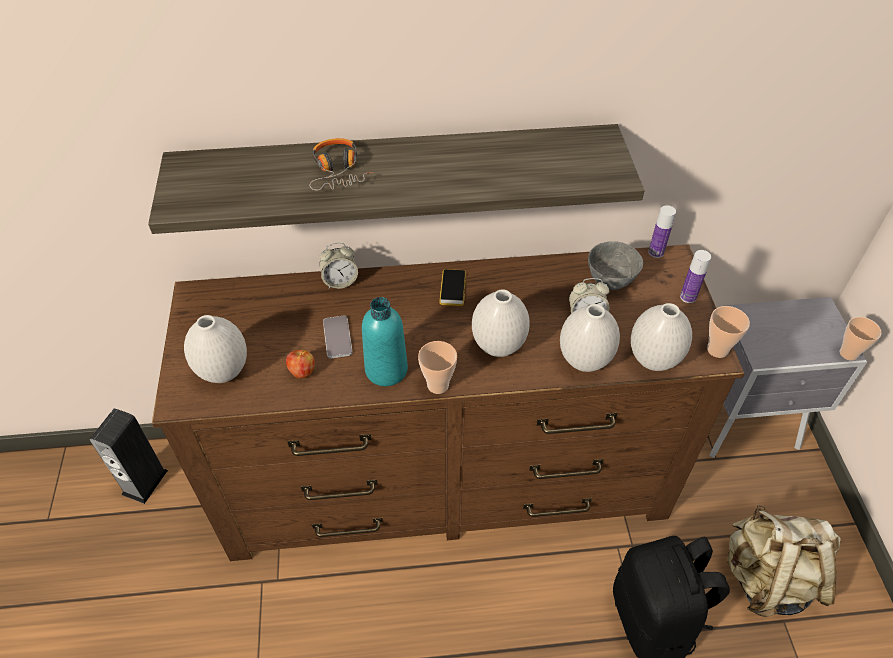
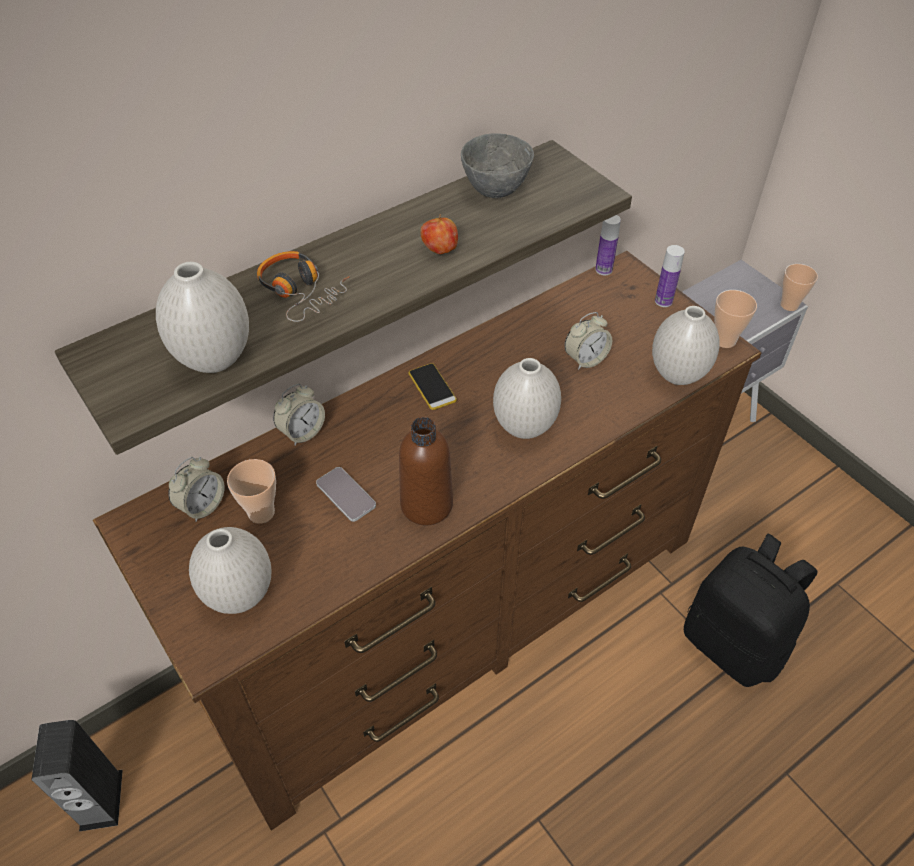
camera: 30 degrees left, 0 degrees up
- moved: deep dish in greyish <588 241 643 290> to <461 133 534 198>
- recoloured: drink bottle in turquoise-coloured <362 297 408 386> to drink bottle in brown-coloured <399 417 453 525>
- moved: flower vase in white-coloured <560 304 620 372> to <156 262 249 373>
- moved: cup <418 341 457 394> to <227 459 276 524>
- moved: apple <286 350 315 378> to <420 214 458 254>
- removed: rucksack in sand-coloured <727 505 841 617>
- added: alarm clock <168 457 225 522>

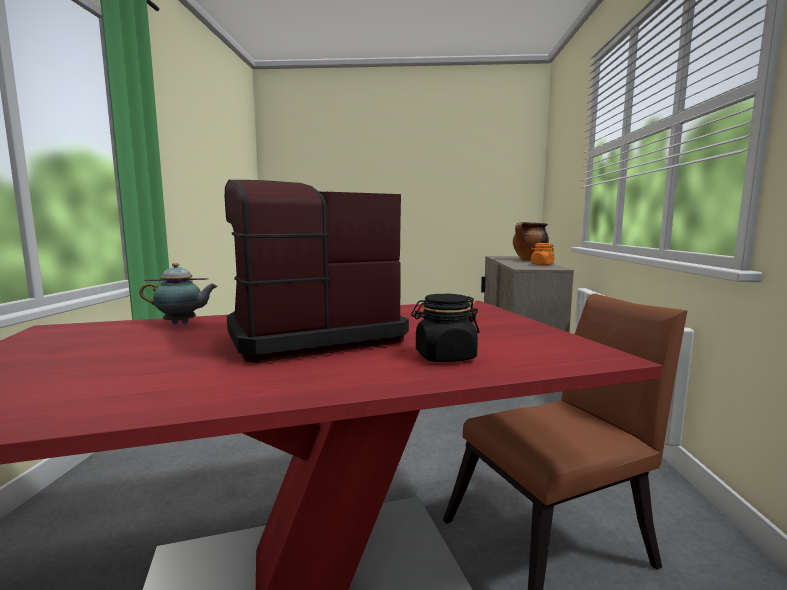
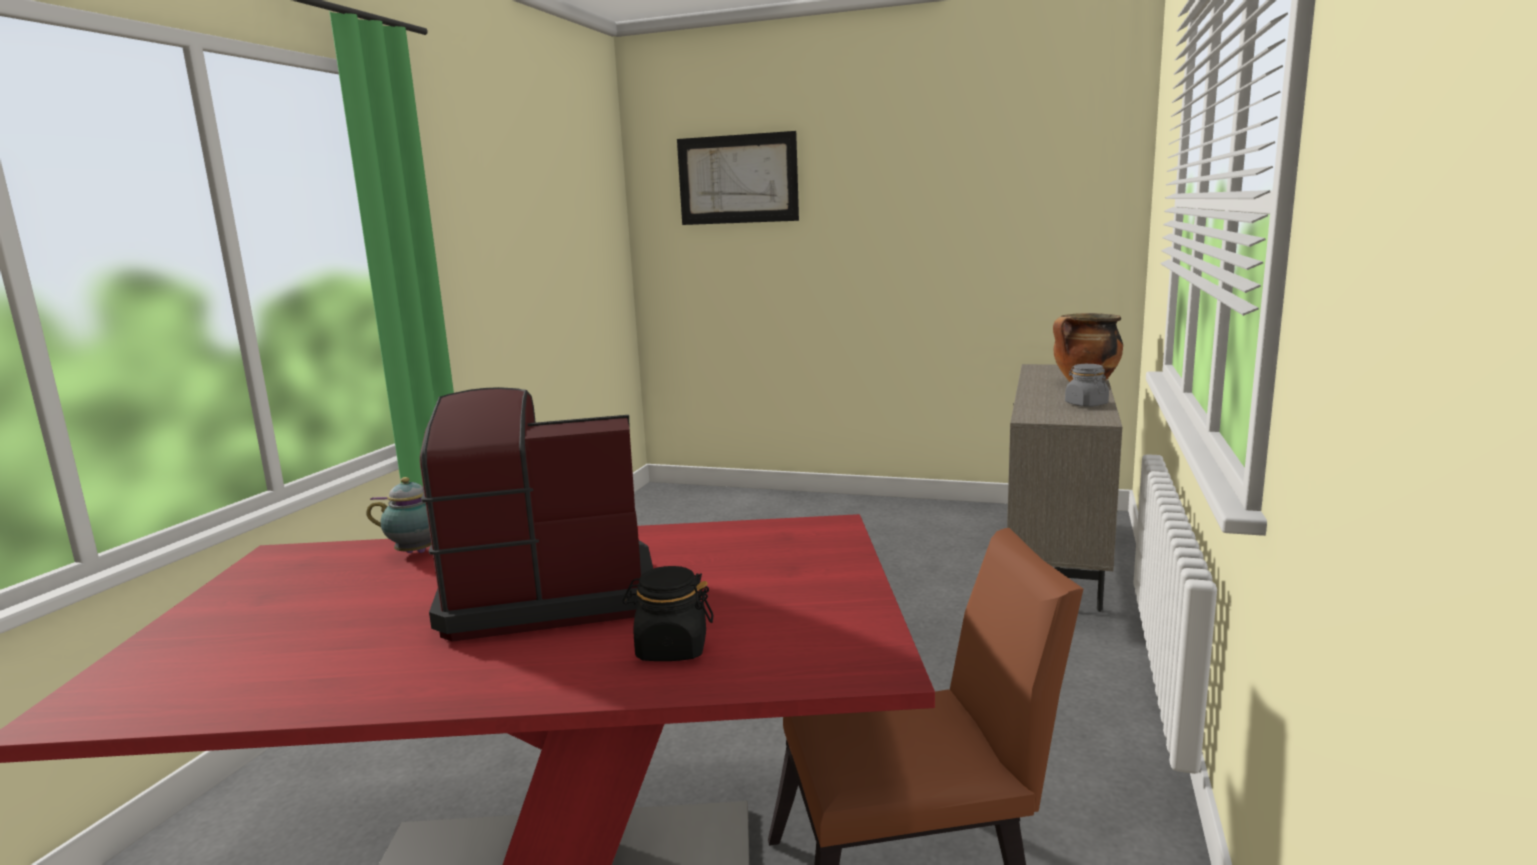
camera: 15 degrees right, 5 degrees up
- recoloured: jar in orange-coloured <531 243 554 265> to jar in greyish <1065 364 1109 407>
- added: wall picture <677 131 799 225>

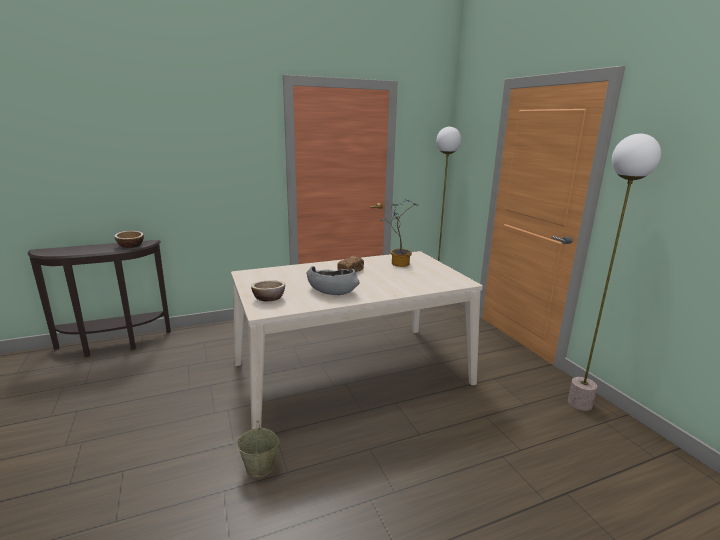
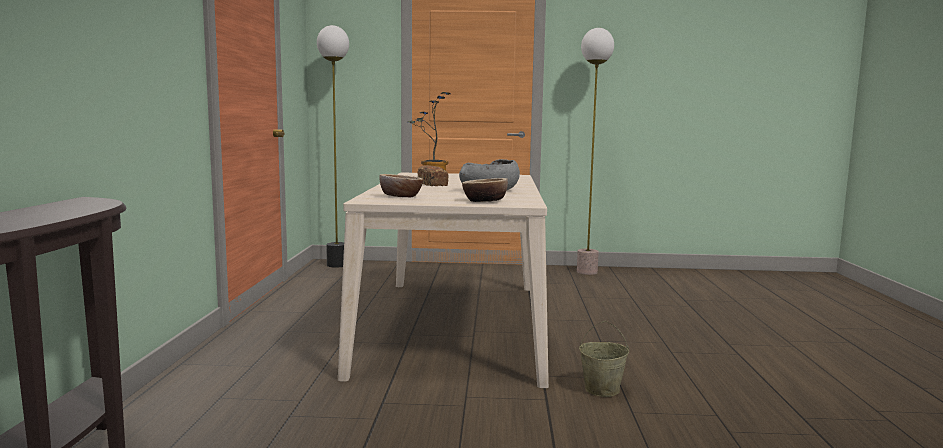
camera: 65 degrees left, 10 degrees down
- moved: deep dish <114 231 144 248> to <379 174 423 197>

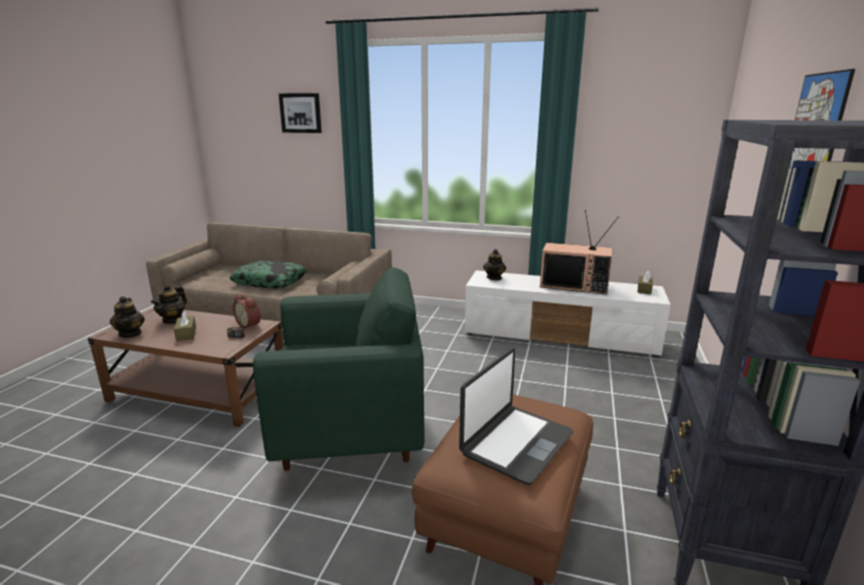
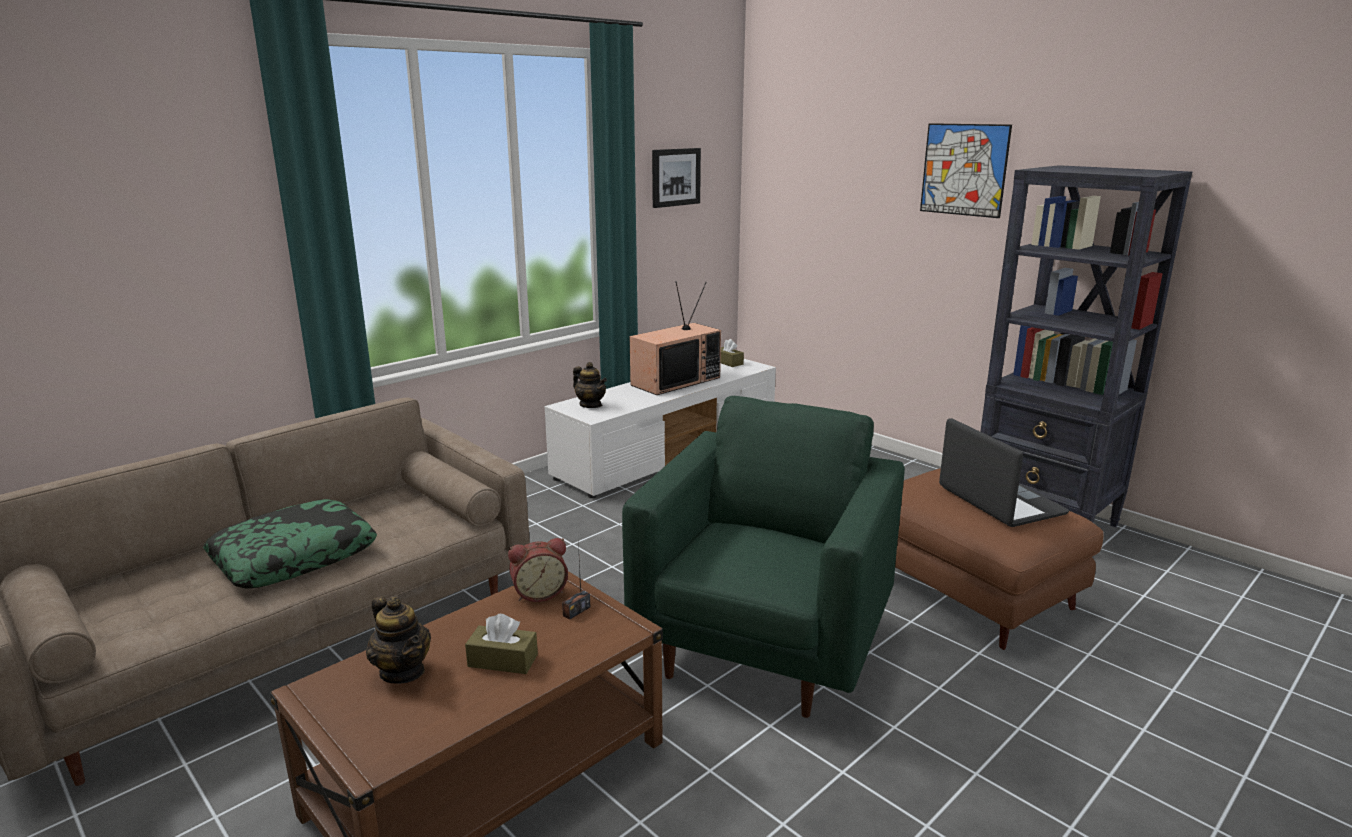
camera: 60 degrees left, 0 degrees up
- moved: wall picture <279 93 322 133> to <652 148 701 208>
- removed: teapot <110 296 145 338>

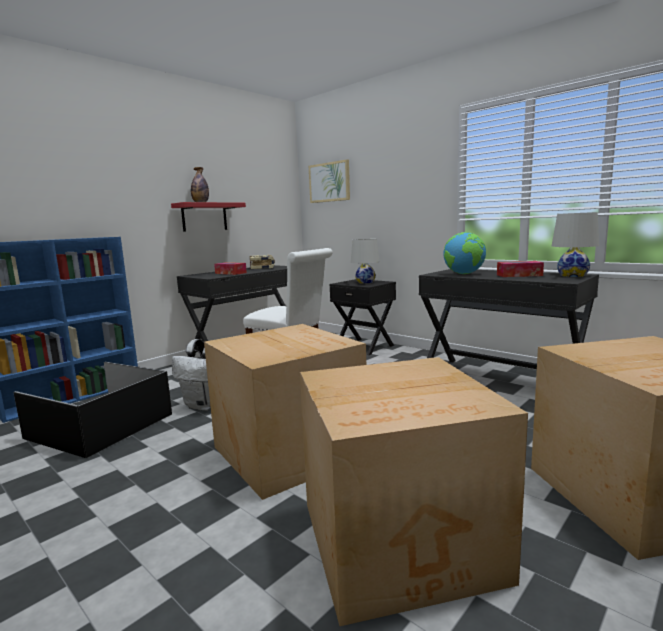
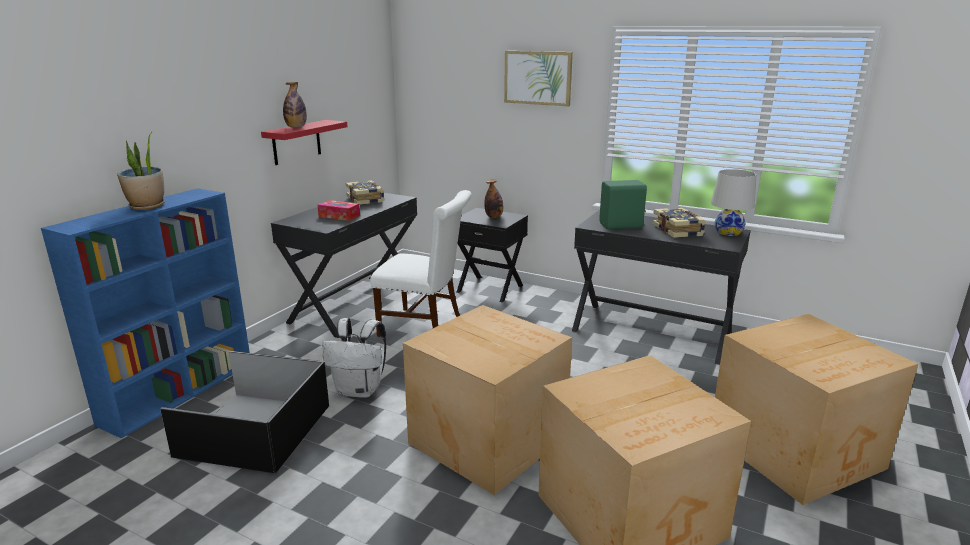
camera: 15 degrees left, 10 degrees up
- moved: wall picture <309 159 350 203> to <504 51 573 106>
- replaced: globe <443 232 486 274> to audio speaker in green <599 180 647 229>
- replaced: table lamp in white-coloured <351 239 380 284> to drink bottle <484 179 503 218>
- replaced: tissue holder <497 261 544 277> to volume <652 207 706 238>
- added: houseplant <117 131 165 210>

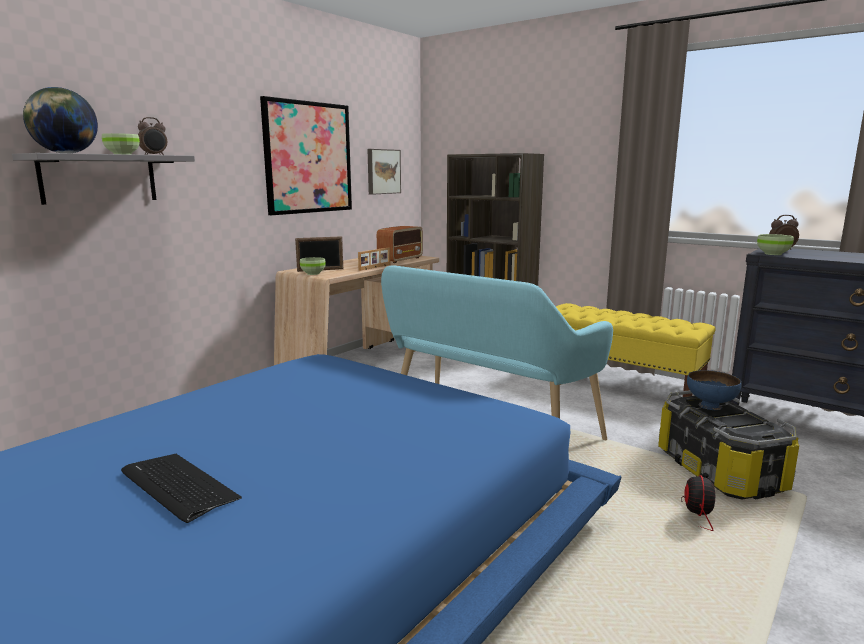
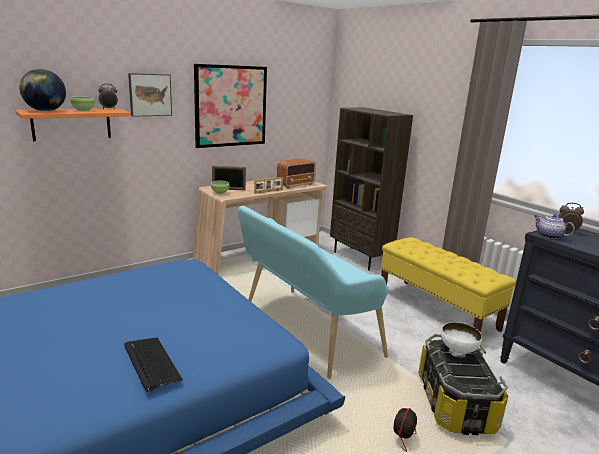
camera: 15 degrees right, 5 degrees up
- moved: wall picture <367 149 401 195> to <128 73 172 117>
- recoloured: shelf in greyish <12 153 195 205> to shelf in orange-coloured <15 108 131 141>
- replaced: deep dish in green <757 234 794 255> to teapot <534 214 575 239>
- recoloured: deep dish in bluish <687 370 741 410> to deep dish in white-coloured <441 322 482 357>
- moved: keyboard <121 454 242 523> to <124 338 183 392>

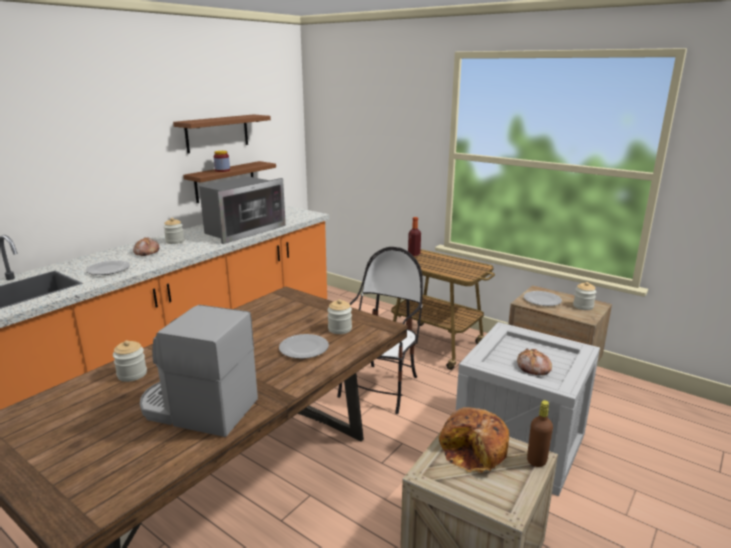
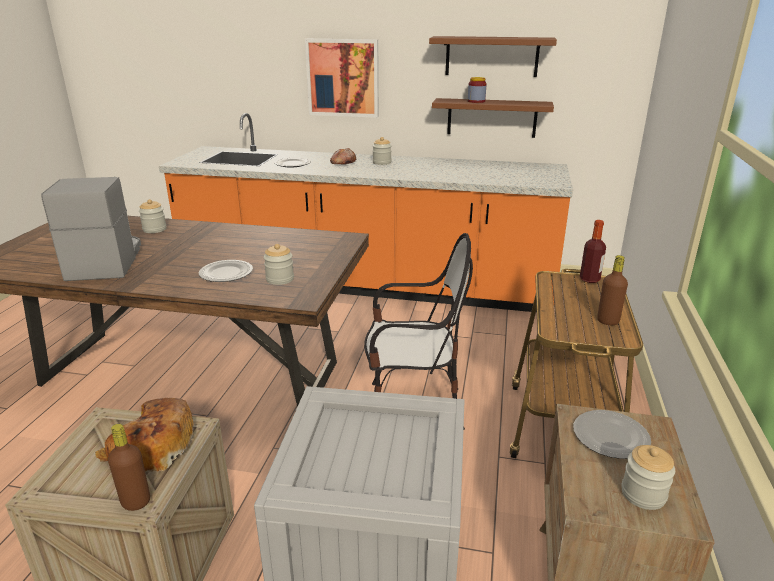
camera: 65 degrees right, 5 degrees up
- removed: microwave <199 176 286 244>
- removed: bakery bread <517 349 552 376>
- added: wall picture <305 39 379 118>
- added: drink bottle in brown-coloured <597 255 628 325>

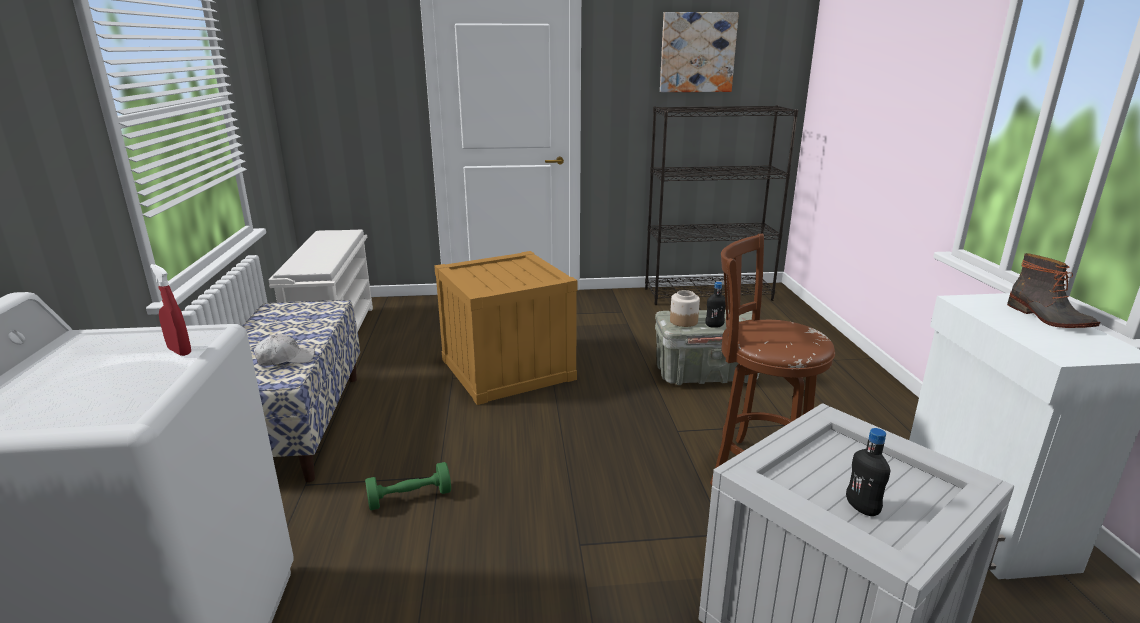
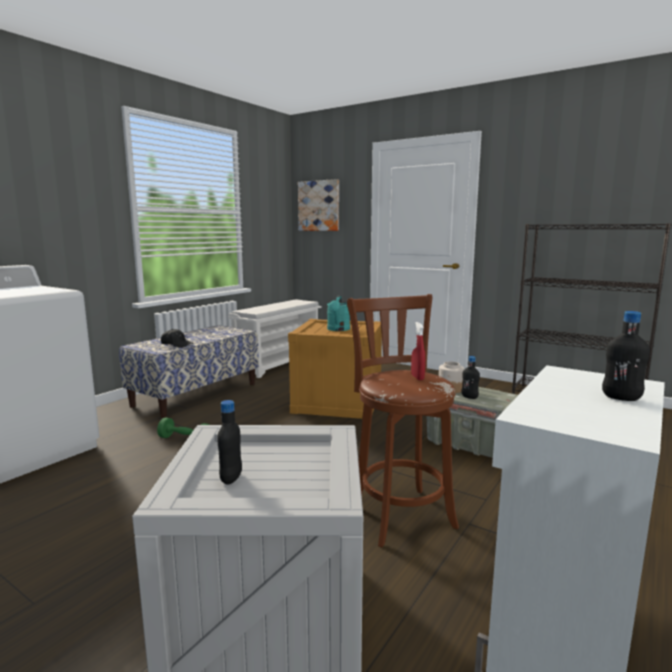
camera: 40 degrees right, 10 degrees down
- moved: wall picture <660 12 739 92> to <298 179 339 231>
- replaced: tall boot <1007 253 1100 328> to drink bottle in black <602 311 650 401>
- moved: spray bottle in red-coloured <150 264 191 356> to <411 322 425 380>
- recoloured: peaked cap in white-coloured <254 334 315 366> to peaked cap in black <161 329 193 348>
- added: sprinkling can in turquoise-coloured <327 295 350 331>

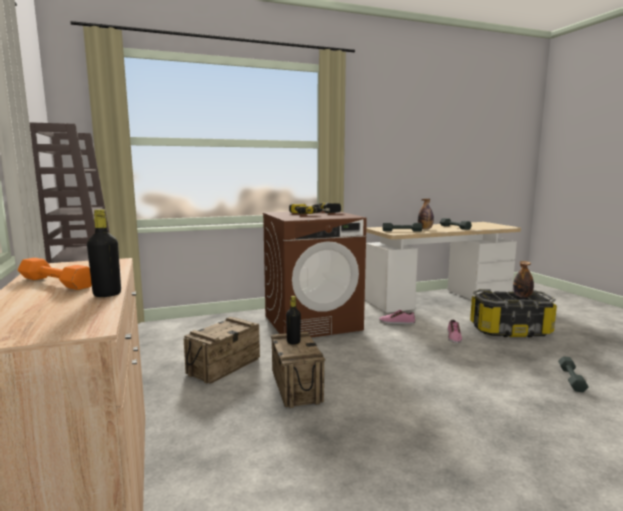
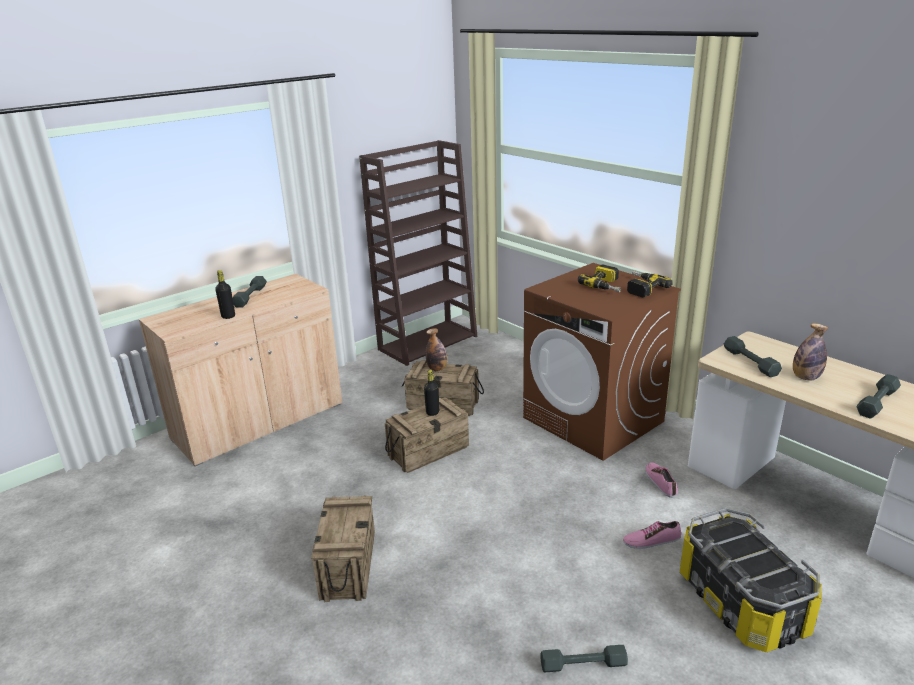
camera: 70 degrees right, 15 degrees up
- recoloured: dumbbell in orange-coloured <18 258 92 290> to dumbbell in greyish <233 276 267 308>
- moved: drink bottle <513 261 534 298> to <425 328 447 371>
- added: shipping crate <311 496 375 602>

